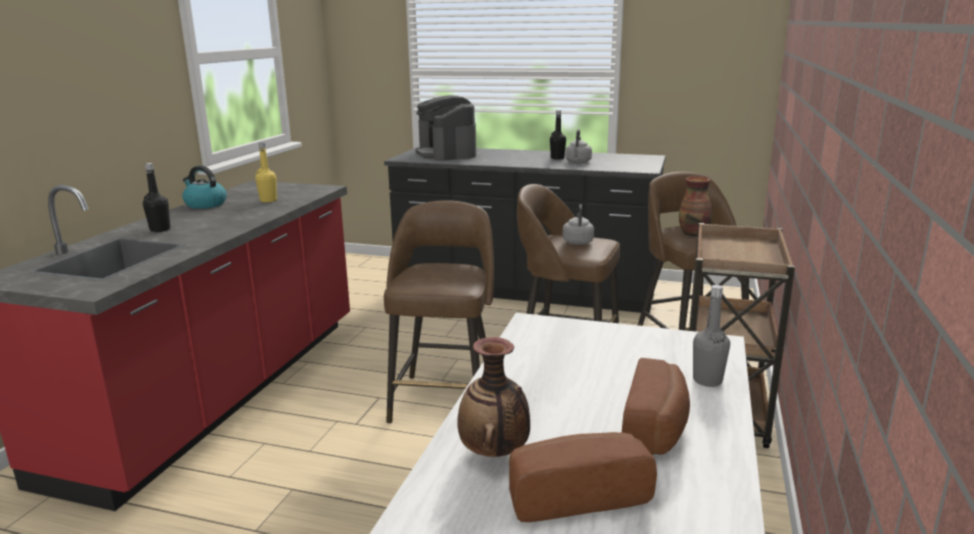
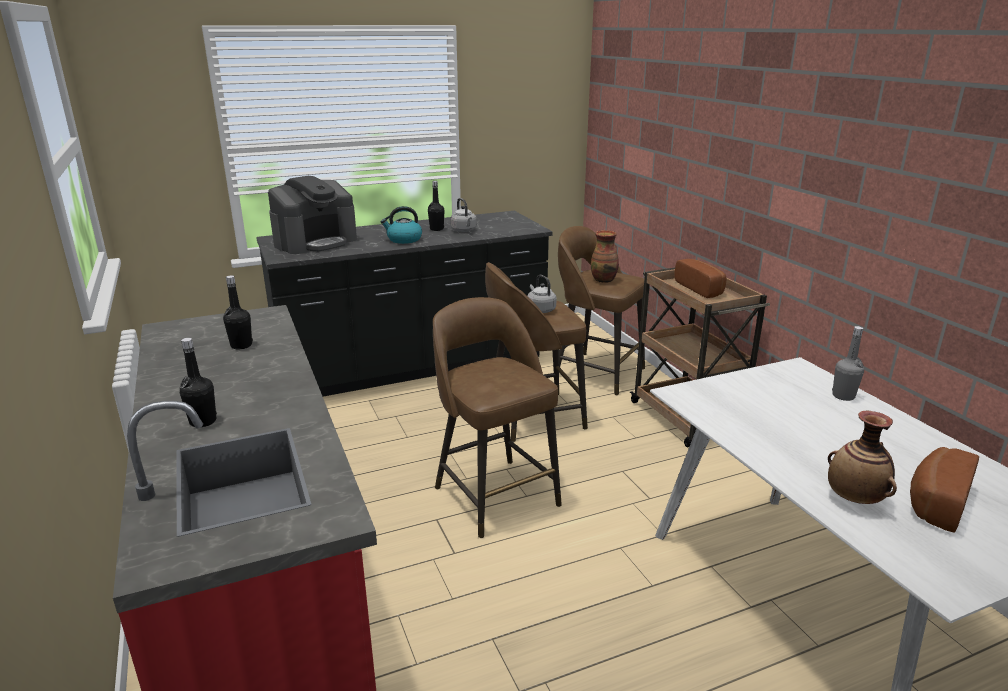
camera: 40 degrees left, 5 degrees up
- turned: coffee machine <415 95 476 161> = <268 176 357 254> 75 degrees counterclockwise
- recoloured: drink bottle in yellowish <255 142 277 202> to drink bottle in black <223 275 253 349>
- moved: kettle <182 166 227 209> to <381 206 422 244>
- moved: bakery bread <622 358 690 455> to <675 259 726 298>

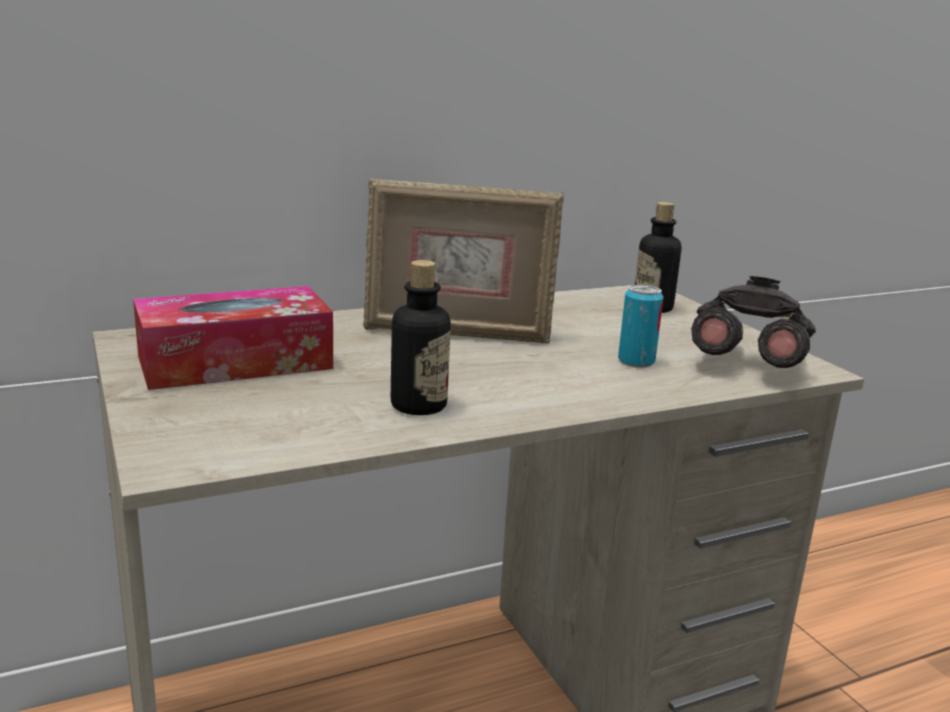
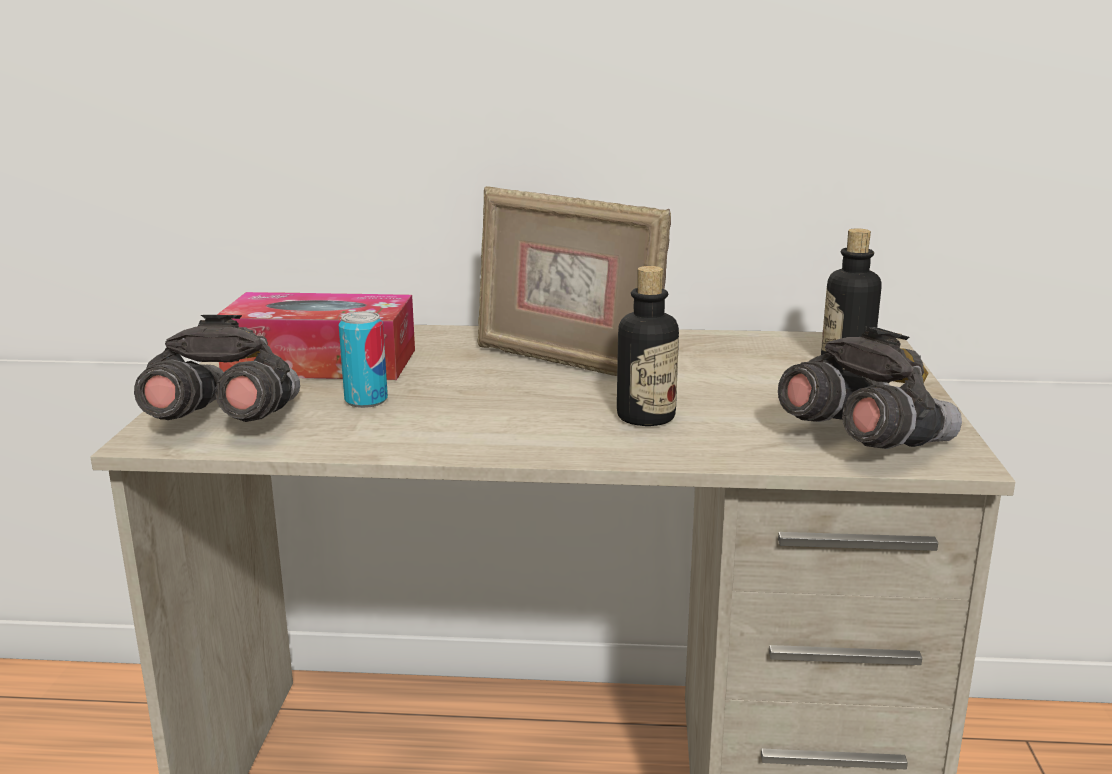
camera: 30 degrees right, 0 degrees up
- moved: drink bottle <391 260 451 415> to <617 266 679 426>
- moved: sealed can <618 285 664 368> to <339 311 388 408>
- added: pair of binoculars in greyish <134 315 300 422>

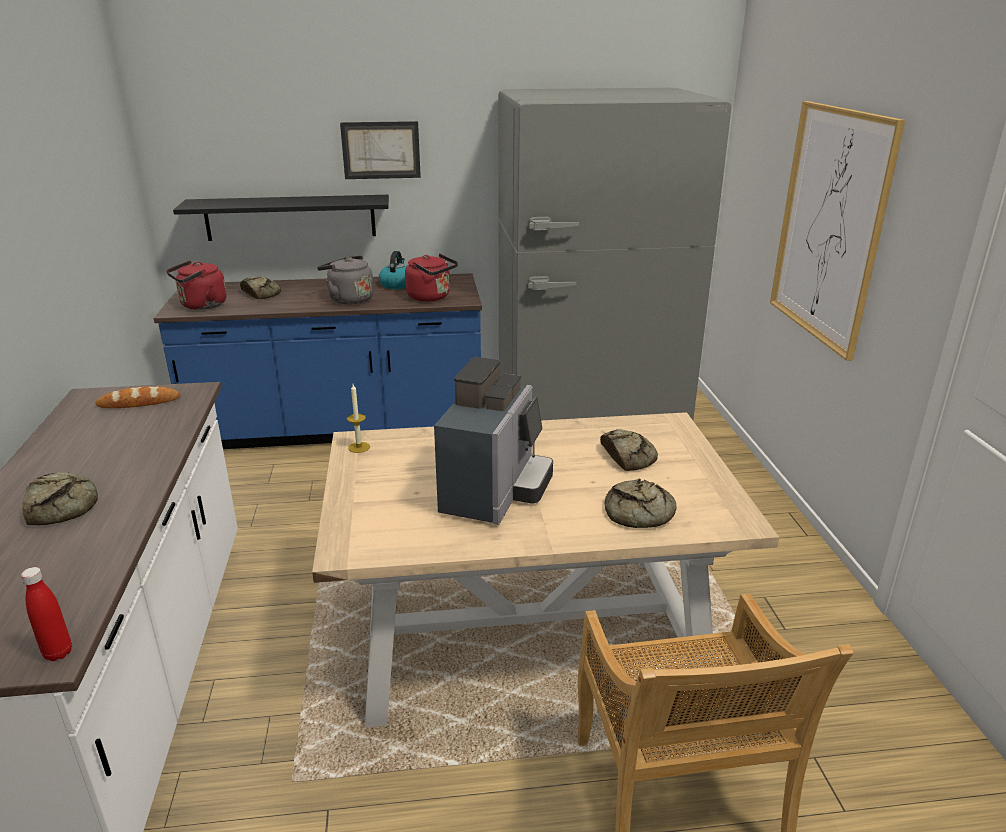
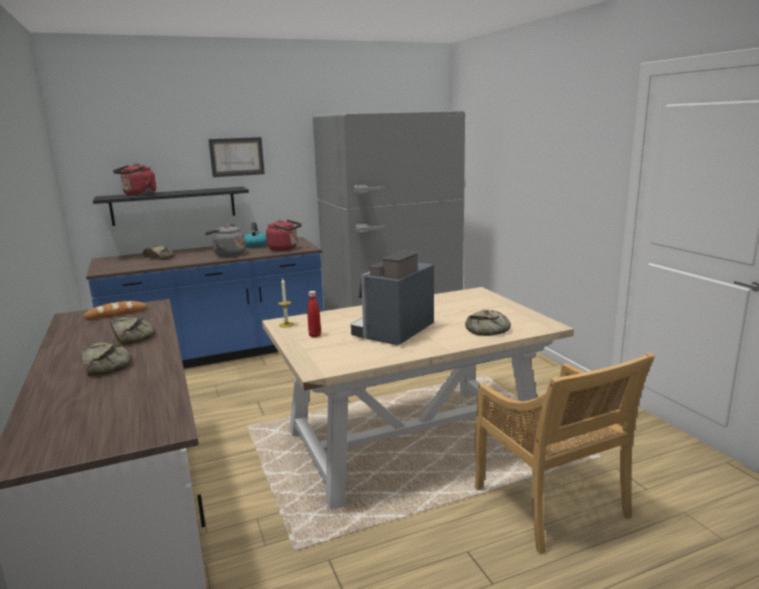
camera: 15 degrees left, 10 degrees down
- removed: wall picture <770 101 905 361>
- moved: kettle in red-coloured <166 261 227 310> to <113 163 156 196>
- turned: coffee machine <434 357 553 525> = <351 250 434 345> 150 degrees counterclockwise
- moved: bakery bread <600 429 658 471> to <110 317 155 345>
- moved: drink bottle in red-coloured <21 567 72 661> to <307 291 321 338>

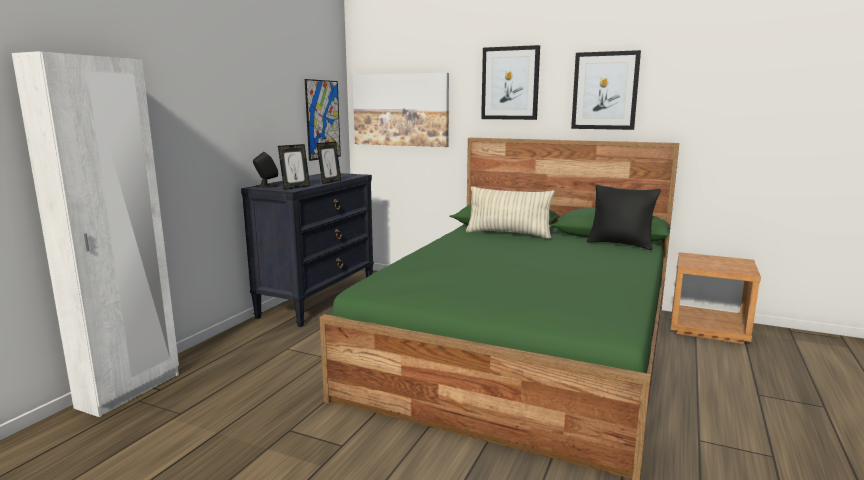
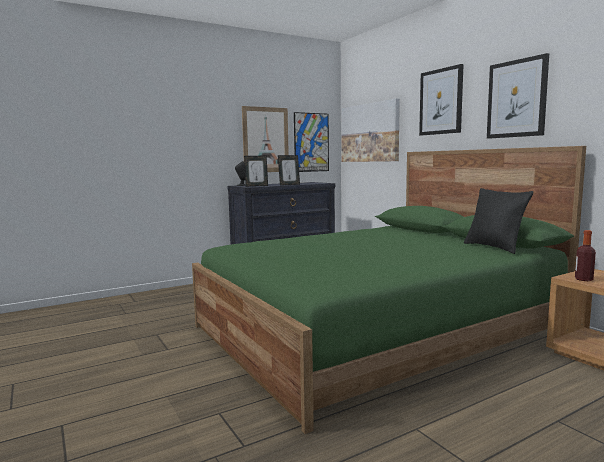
camera: 35 degrees right, 5 degrees down
- removed: clothes cupboard in white-coloured <12 51 179 417>
- removed: throw pillow <466 186 555 239>
- added: wall picture <242 106 289 172>
- added: drink bottle <575 230 596 281>

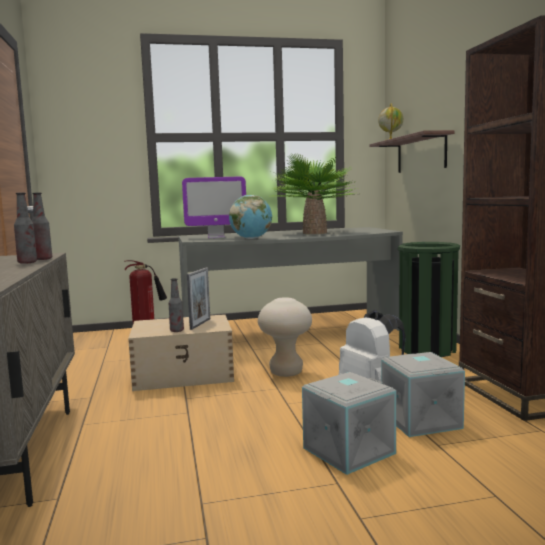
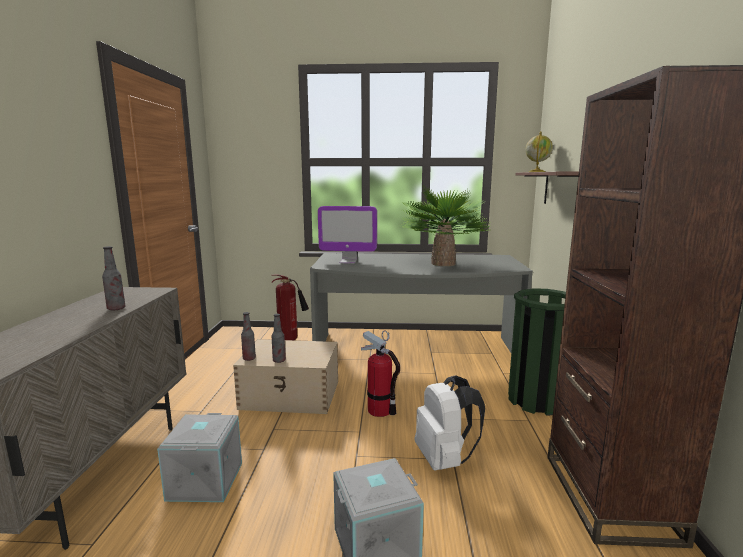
camera: 15 degrees right, 5 degrees up
- moved: drink bottle <32 192 52 260> to <241 312 256 361>
- removed: globe <229 195 272 239>
- removed: standing frame <187 268 210 330>
- replaced: sitting stool in sand-coloured <258 297 312 377> to fire-fighting cylinder <361 330 400 417>
- moved: storage box in greyish <381 352 465 437> to <157 413 242 502>

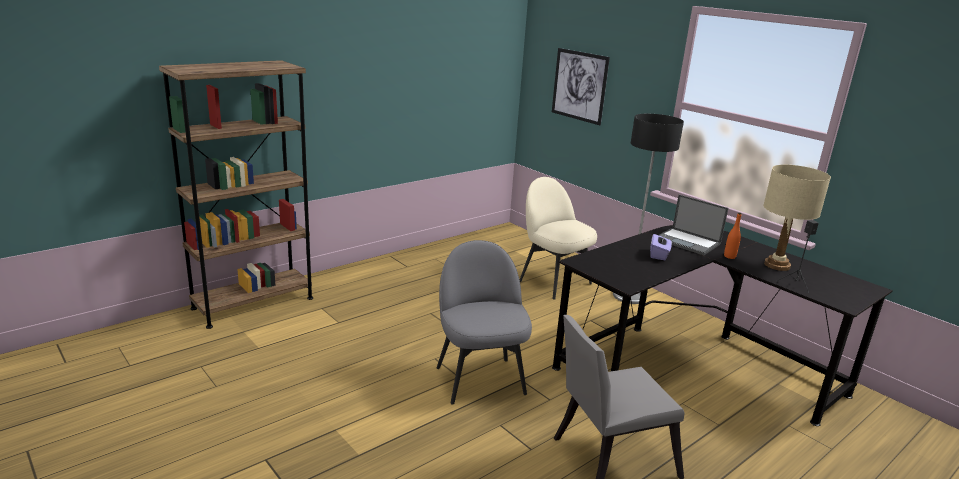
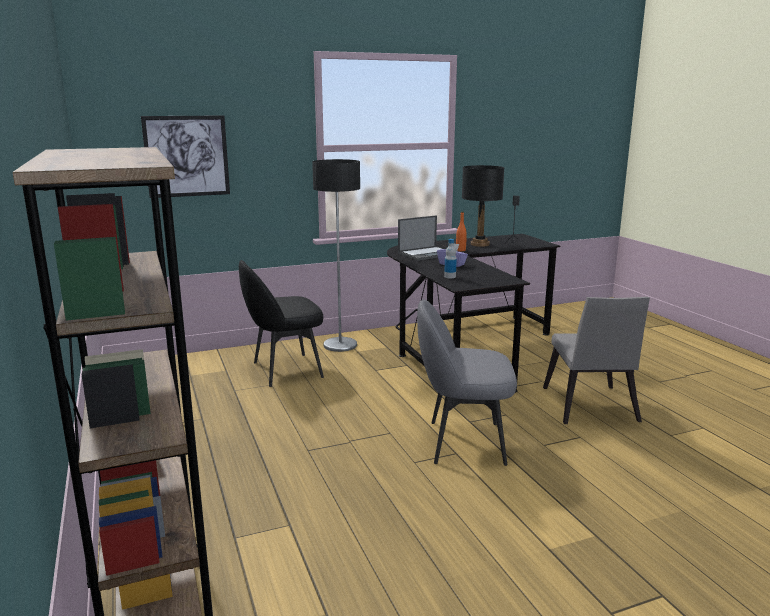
camera: 70 degrees left, 5 degrees down
- recoloured: table lamp in sand-coloured <763 165 831 271> to table lamp in black <462 165 504 247>
- recoloured: chair in sand-coloured <520 177 597 300> to chair in black <239 260 324 387>
- added: drink bottle <444 239 457 278>

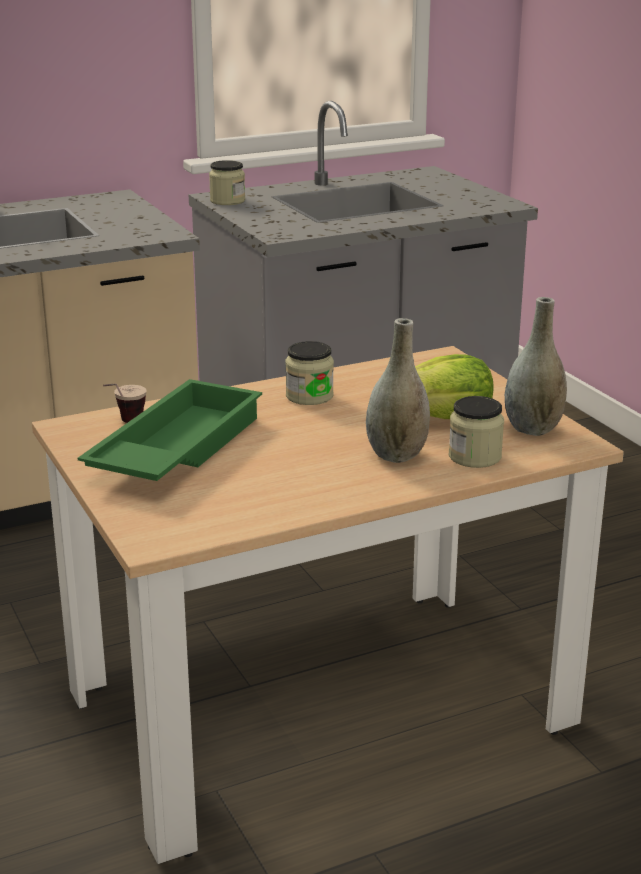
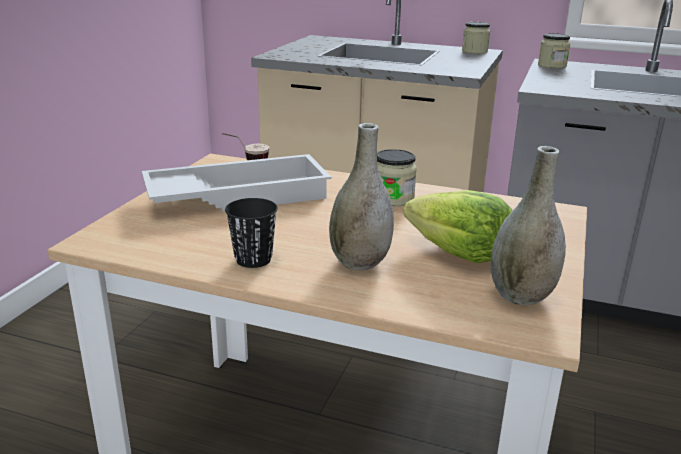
camera: 45 degrees right, 0 degrees up
- recoloured: tray in green <78 379 262 481> to tray in white-coloured <142 154 331 211>
- moved: jar <449 396 504 468> to <462 22 490 54>
- added: cup in black <225 198 278 268>

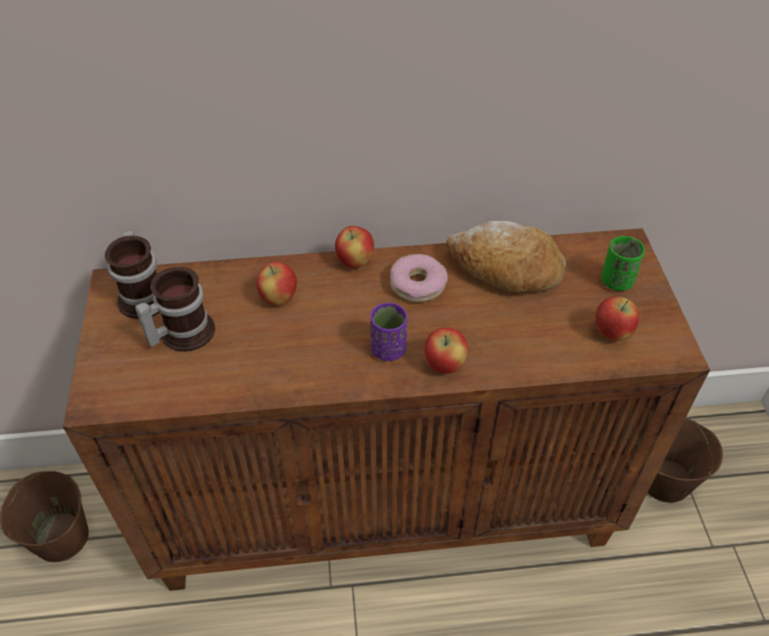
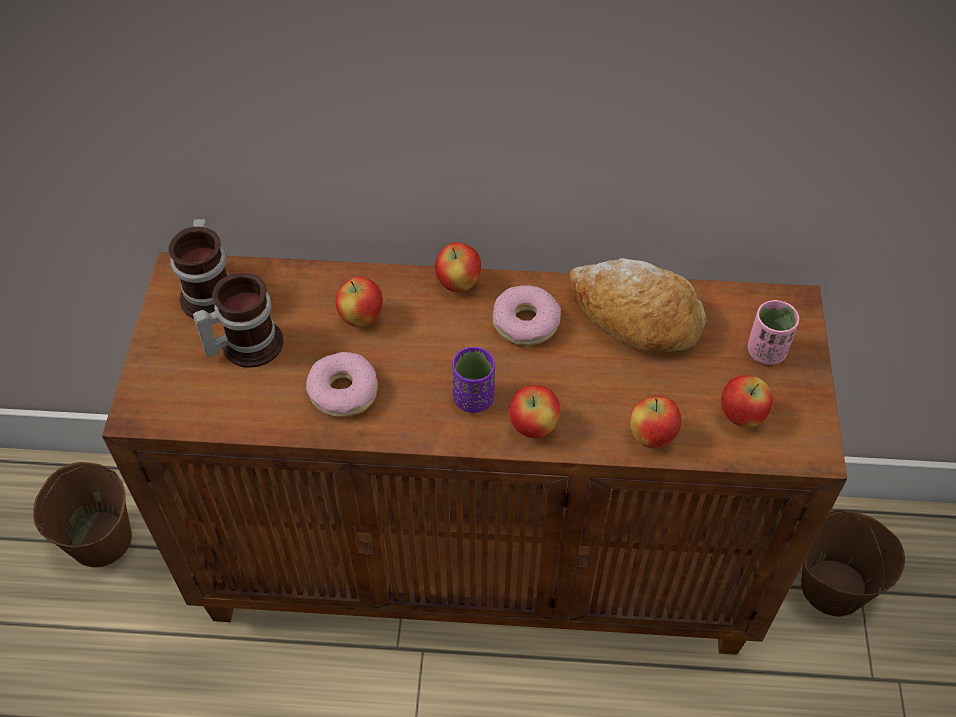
camera: 10 degrees right, 5 degrees up
- recoloured: cup in green <601 236 645 291> to cup in pink <748 300 799 365>
- added: donut <306 352 378 417>
- added: apple <629 396 681 448>

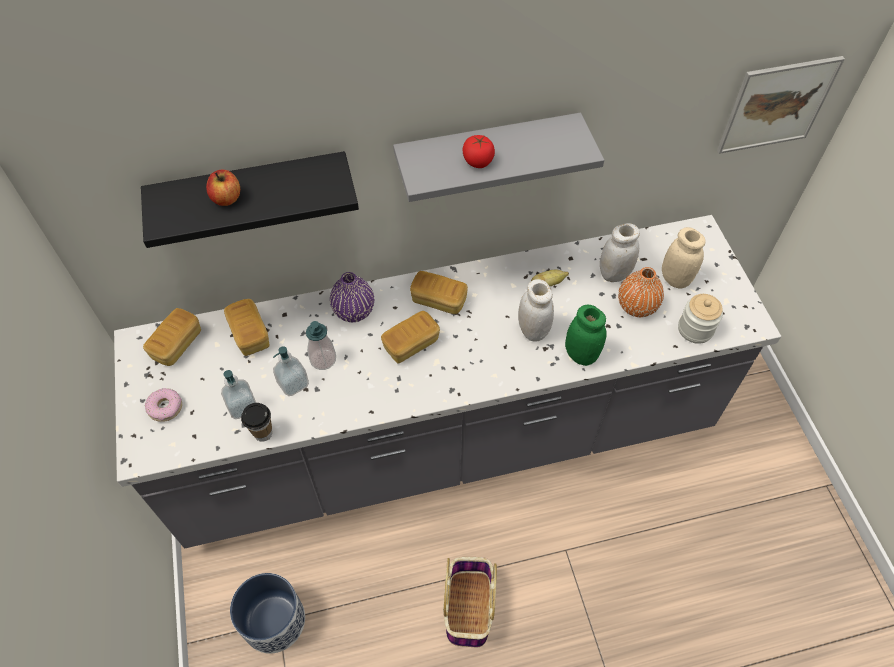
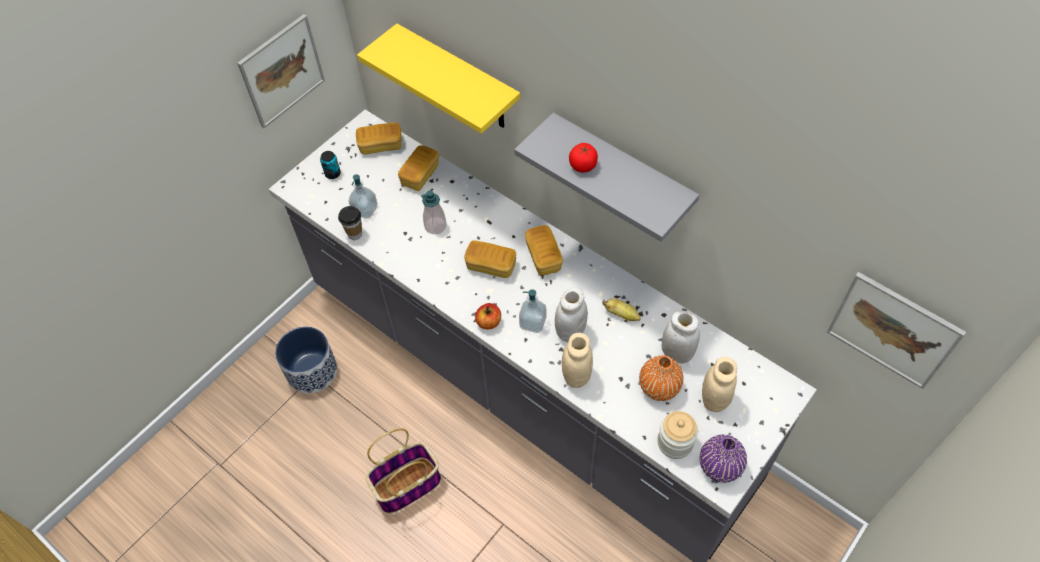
camera: 55 degrees right, 0 degrees up
- recoloured: shelf in black <141 151 359 248> to shelf in yellowish <357 24 520 134>
- moved: apple <206 169 240 206> to <475 303 501 329>
- moved: flower vase in purplish <330 272 374 322> to <700 435 747 483>
- recoloured: jar in green <565 305 607 366> to jar in sand-coloured <562 333 593 388>
- moved: soap dispenser <273 346 309 396> to <519 289 546 333>
- replaced: donut <145 388 182 422> to sealed can <320 151 341 179>
- added: wall picture <237 14 325 128>

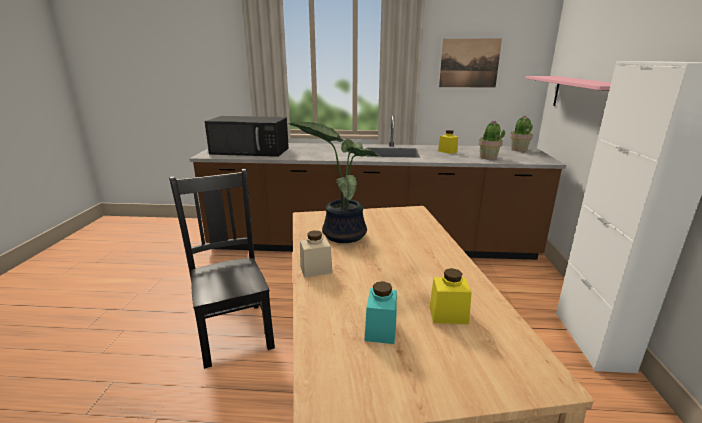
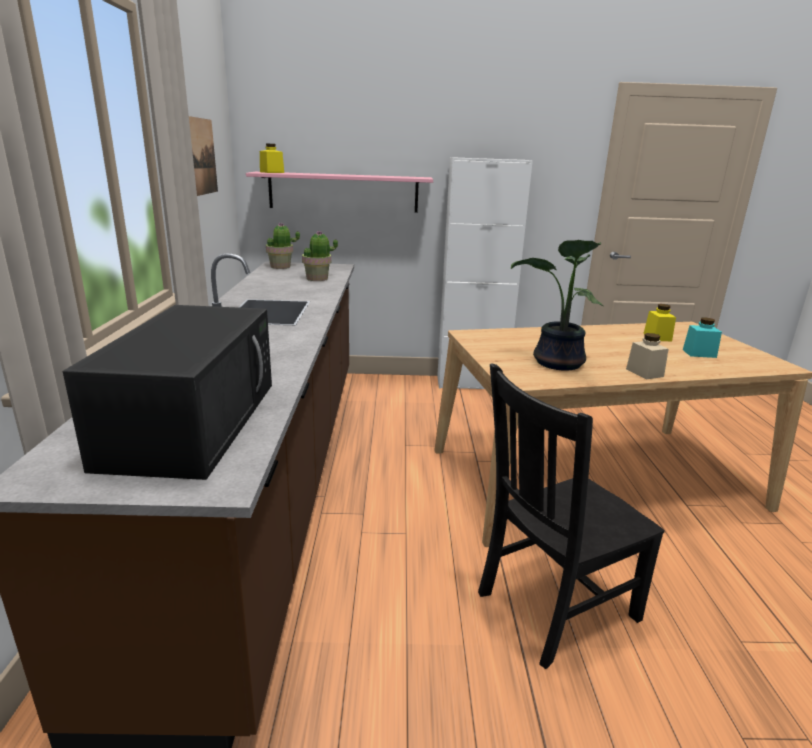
camera: 95 degrees left, 0 degrees up
- moved: jar in yellowish <438 130 458 154> to <260 144 284 173>

